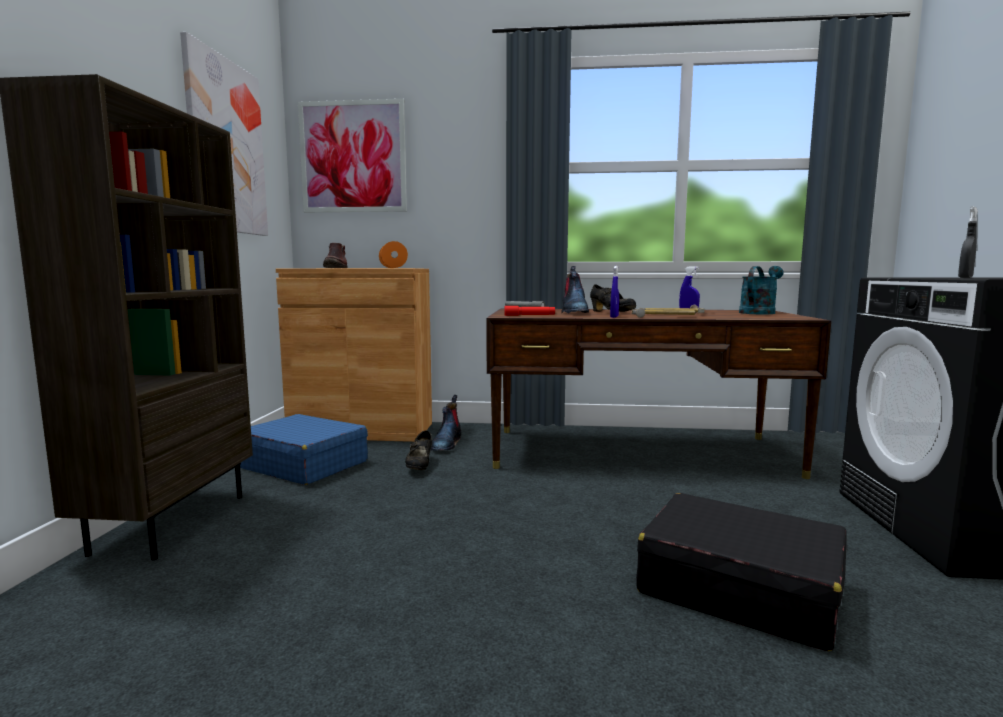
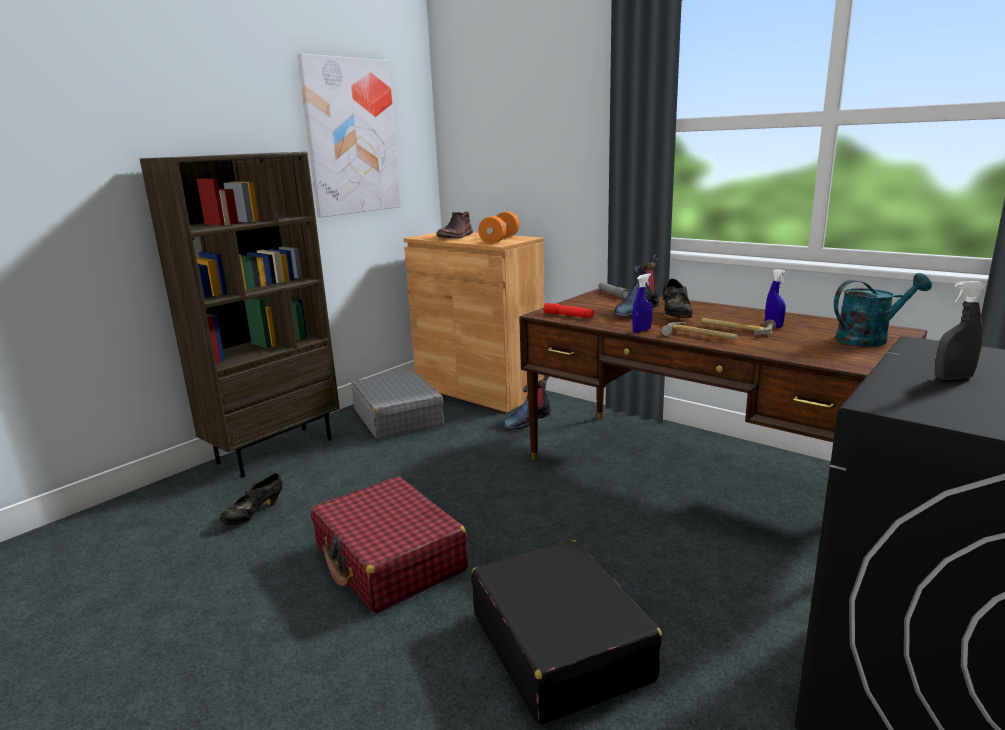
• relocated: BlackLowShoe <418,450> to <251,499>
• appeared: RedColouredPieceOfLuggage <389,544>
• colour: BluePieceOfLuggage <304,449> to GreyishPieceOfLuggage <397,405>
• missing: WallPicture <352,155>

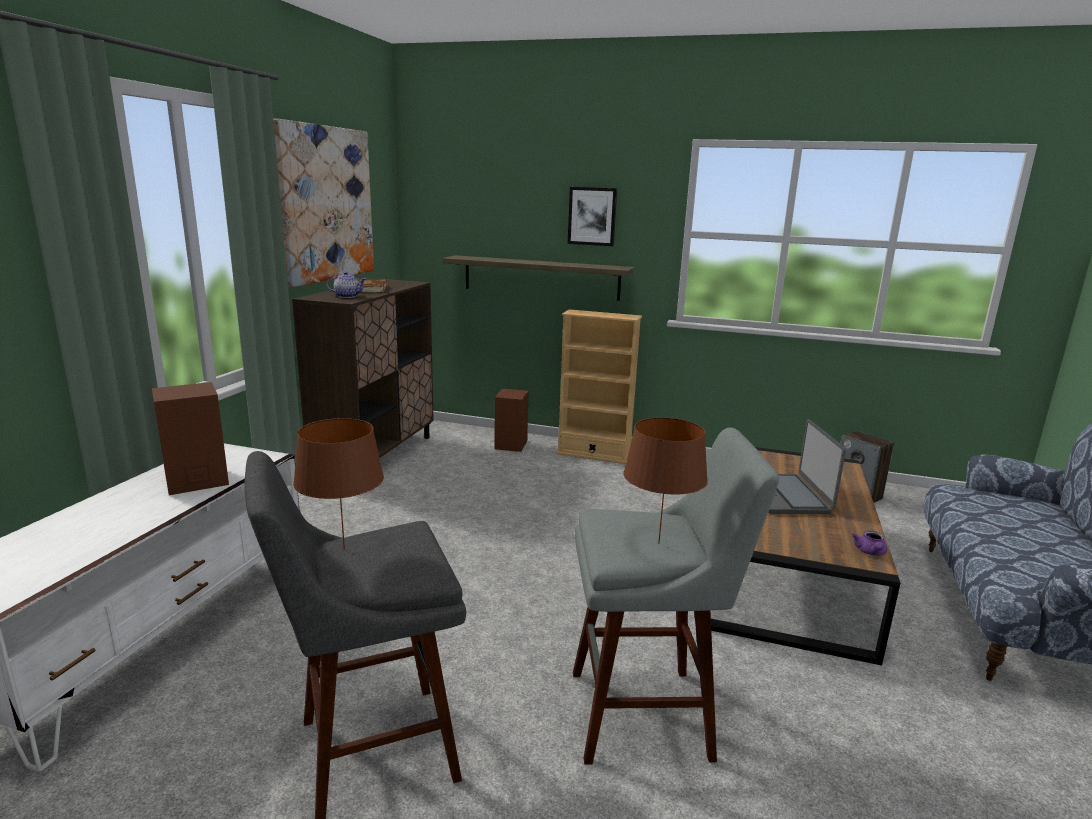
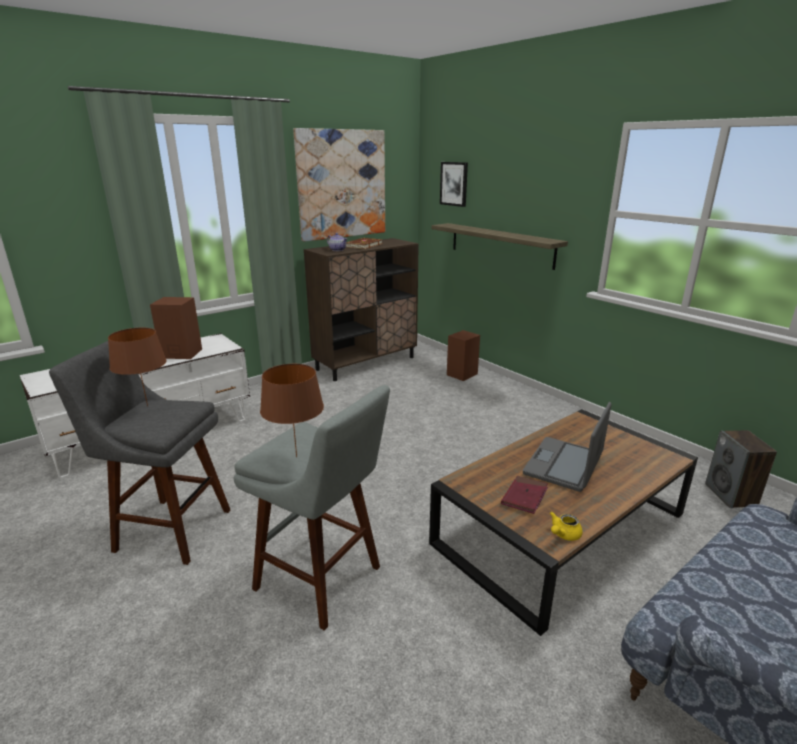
• relocated: WallPicture <592,216> to <454,184>
• appeared: RedColouredVolume <524,495>
• colour: PurplishTeapot <870,543> to YellowColouredTeapot <566,526>
• missing: SandColouredBookcase <599,386>

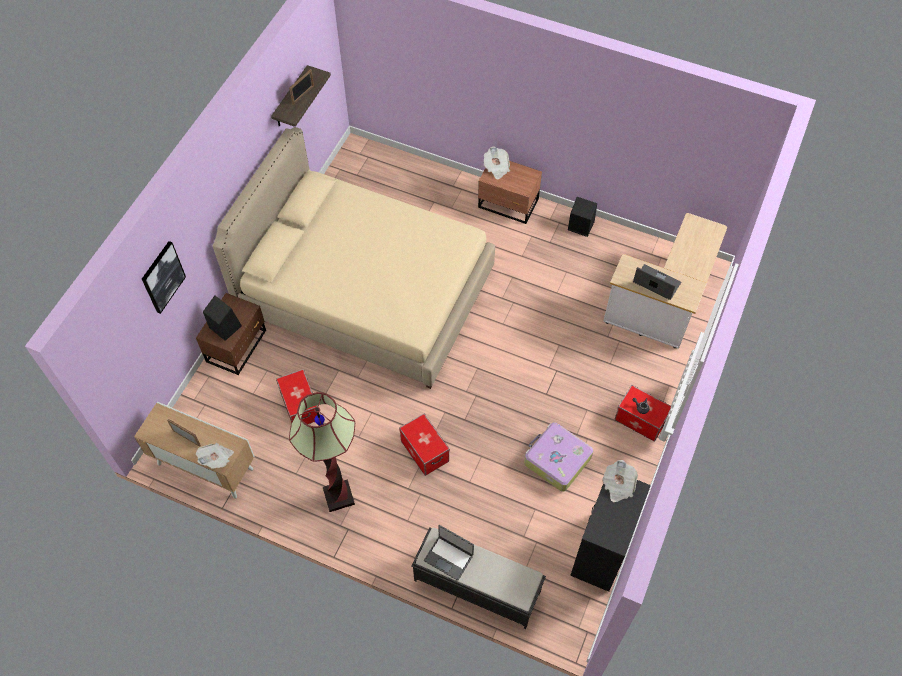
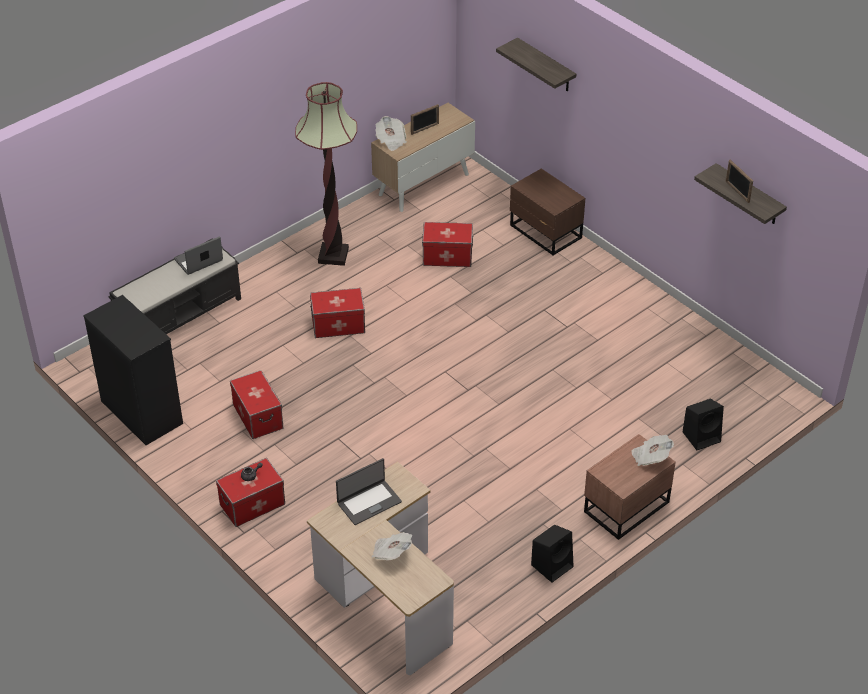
• exchanged: PieceOfLuggage <558,457> to StorageContainer <256,404>
• relocated: PrintedPaper <620,481> to <391,546>
• exchanged: WallPicture <164,277> to Shelf <536,64>
• relocated: BlackAudioSpeaker <222,318> to <703,424>
• missing: SandColouredSleepingBed <354,258>

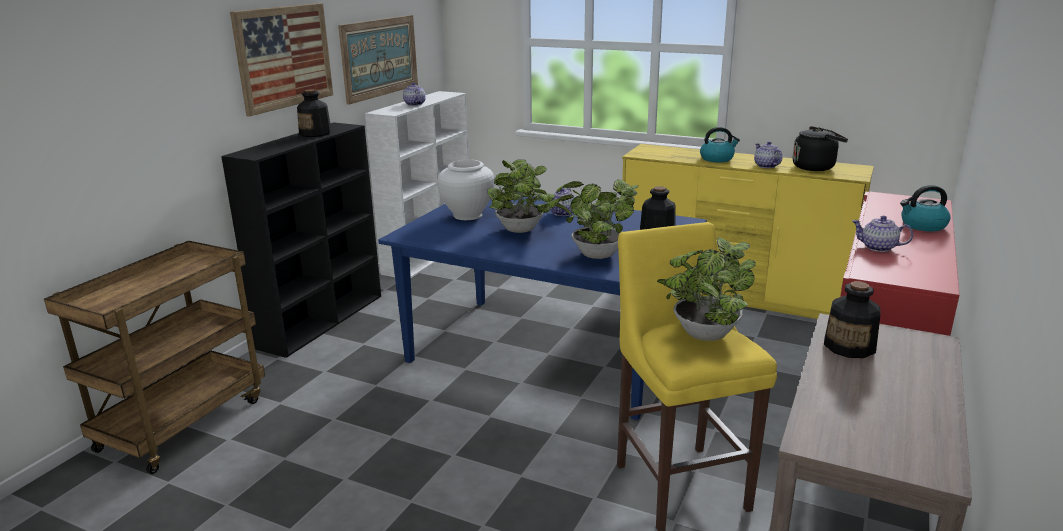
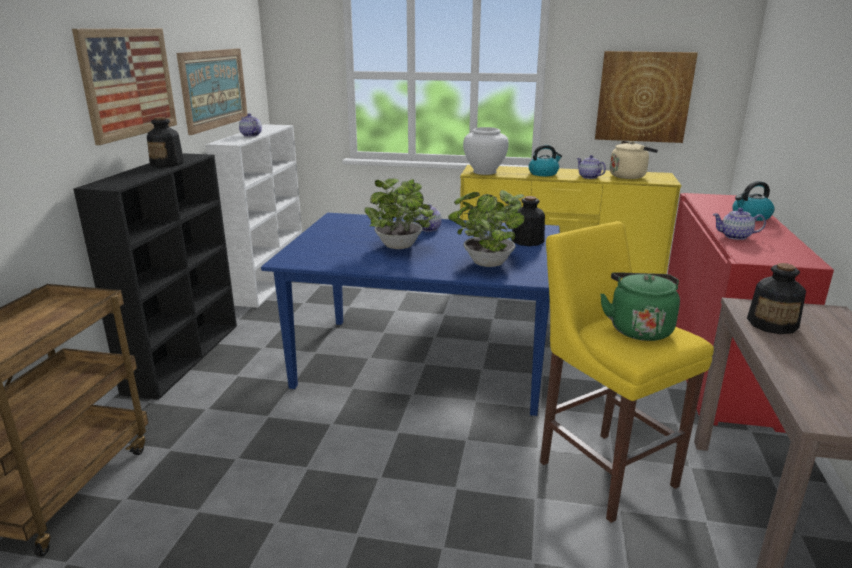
• relocated: WhiteFlowerVase <466,190> to <486,151>
• appeared: WallPicture <646,97>
• exchanged: PlantInAPot <706,289> to GreenWaterKettle <640,306>
• colour: BlackWaterKettle <820,148> to SandColouredWaterKettle <634,160>

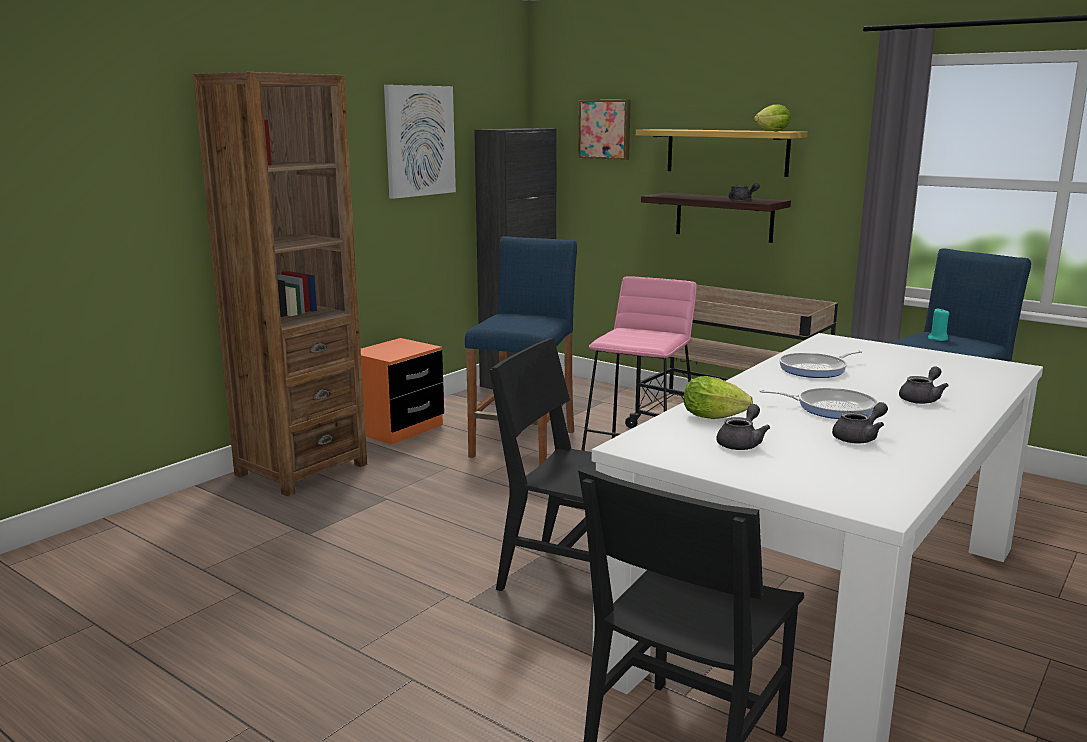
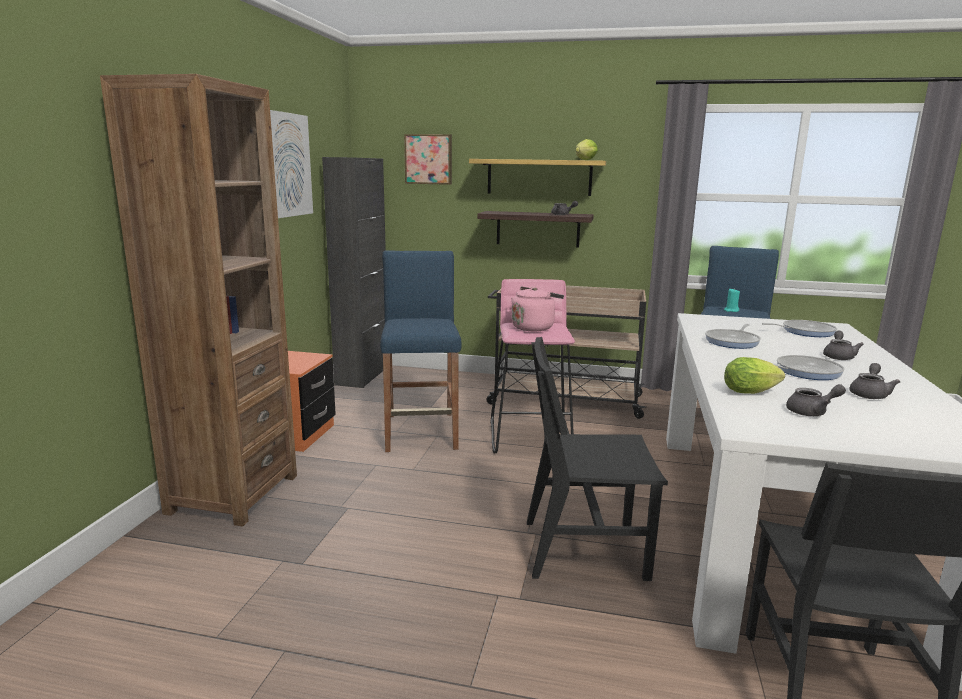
• appeared: PinkColouredWaterKettle <537,308>
• appeared: Pan <799,328>
• spun: GreyishTeapot <743,427> = <816,400> 75 degrees clockwise

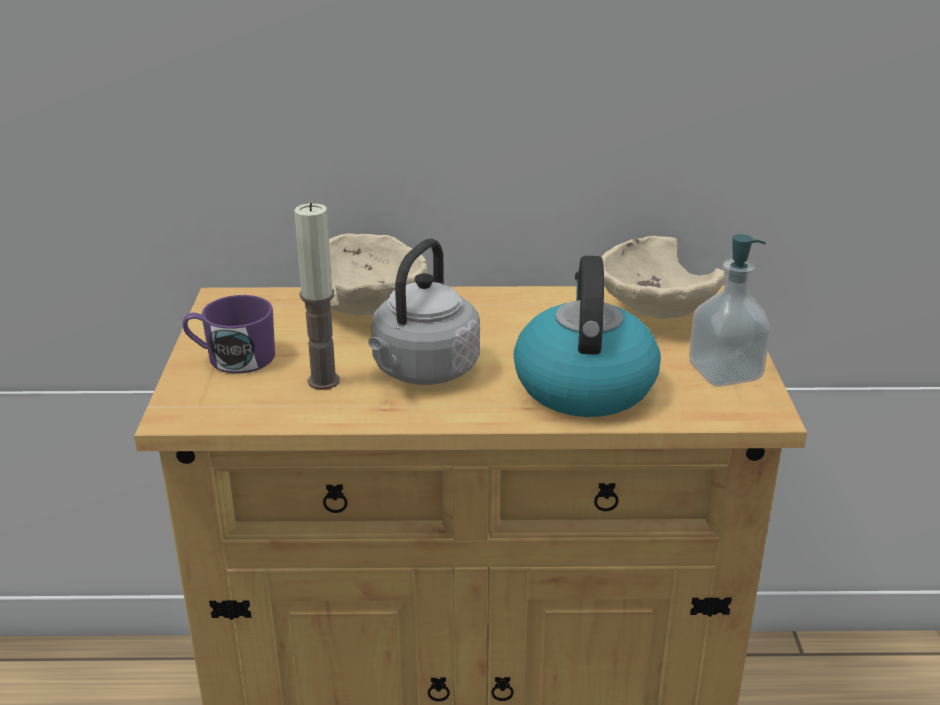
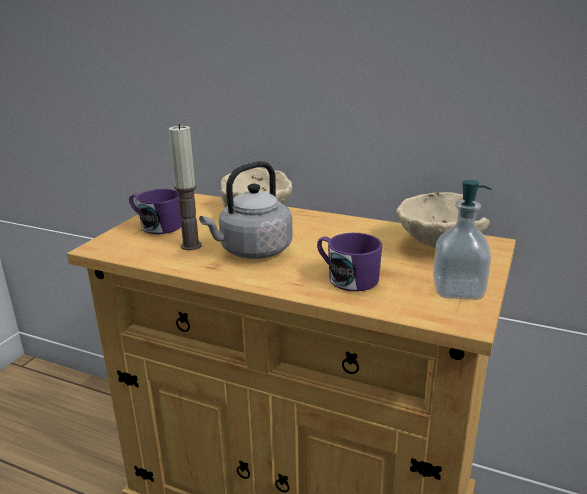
• exchanged: WaterKettle <587,336> to PurplishMug <349,262>

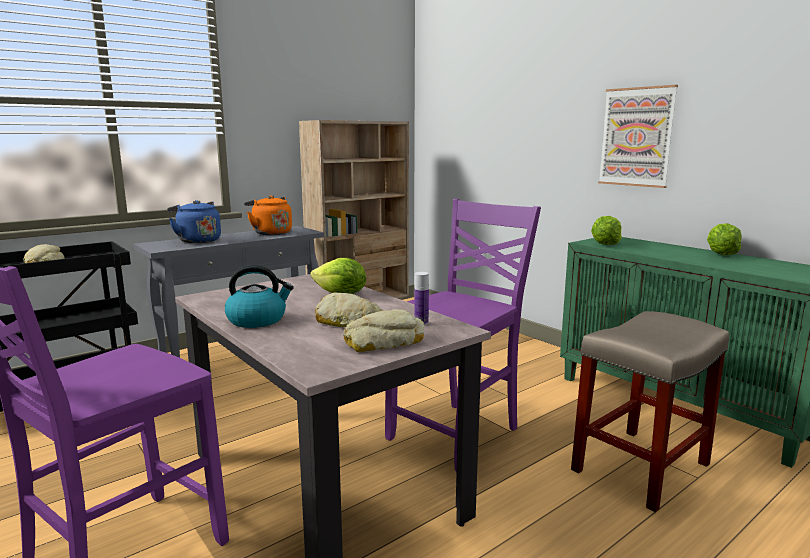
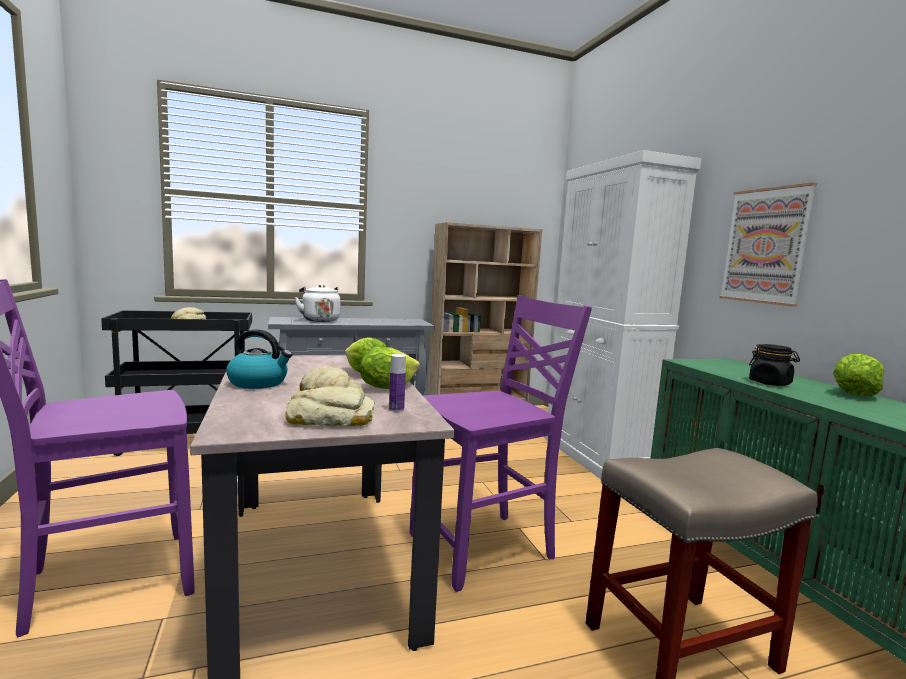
• colour: BlueWaterKettle <194,221> to WhiteWaterKettle <317,303>
• relocated: Lettuce <606,230> to <390,368>
• appeared: WhiteStorageCabinet <623,314>
• appeared: BlackJar <774,365>
• missing: OrangeyWaterKettle <268,215>

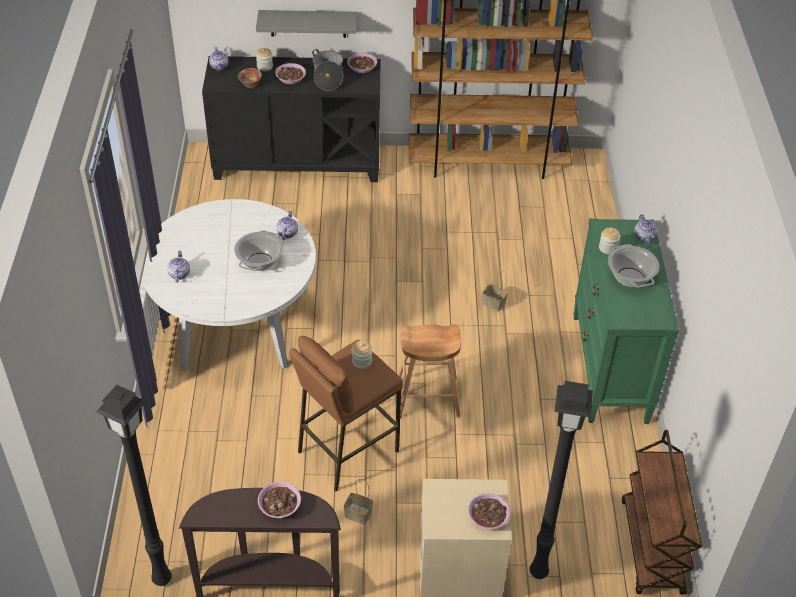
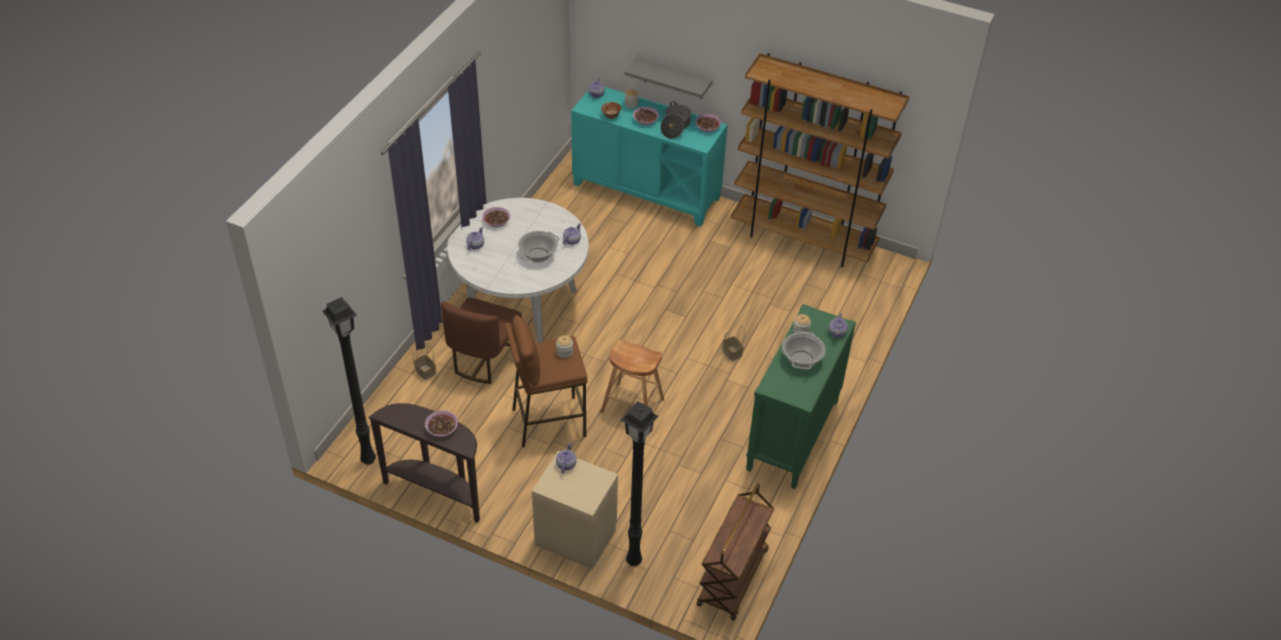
• relocated: HouseholdBasket <358,501> to <424,362>
• appeared: BrownUprightChair <481,340>
• relocated: ServingBowl <489,511> to <496,217>
• appeared: Teapot <566,458>
• colour: BlackStorageCabinet <291,119> to BlueGreenStorageCabinet <649,157>

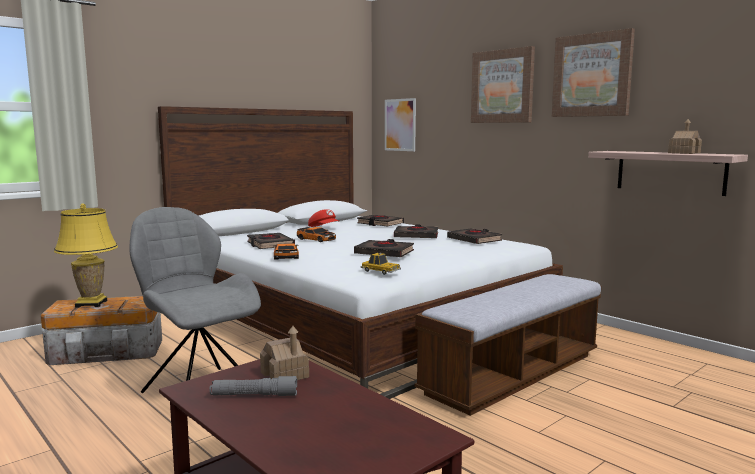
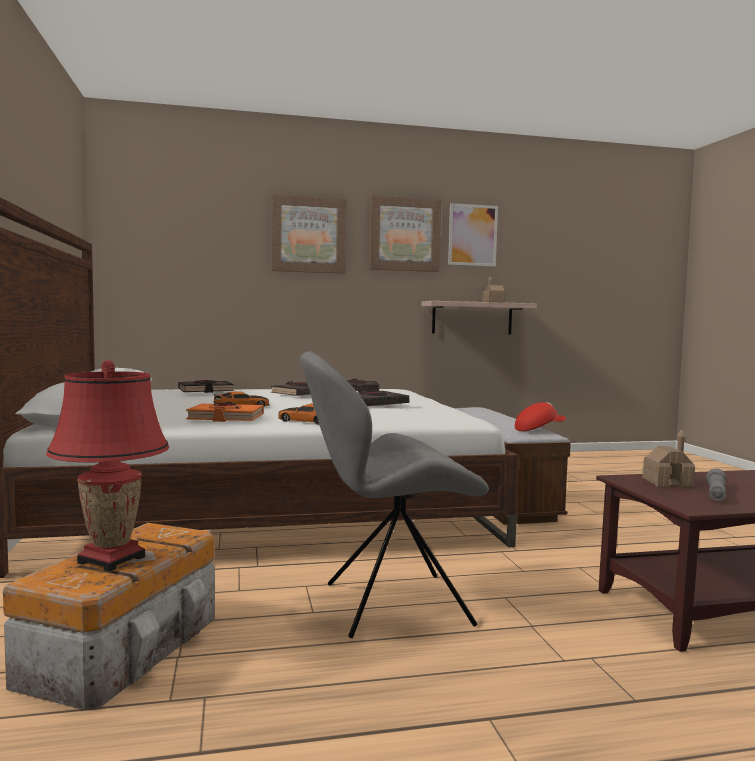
• colour: YellowColouredTableLamp <86,256> to RedColouredTableLamp <107,466>
• colour: BlackVolume <271,241> to OrangeyVolume <225,412>
• relocated: WallPicture <400,124> to <473,234>
• relocated: RedColouredPeakedCap <323,218> to <540,416>
• missing: MiniatureCar <381,264>

